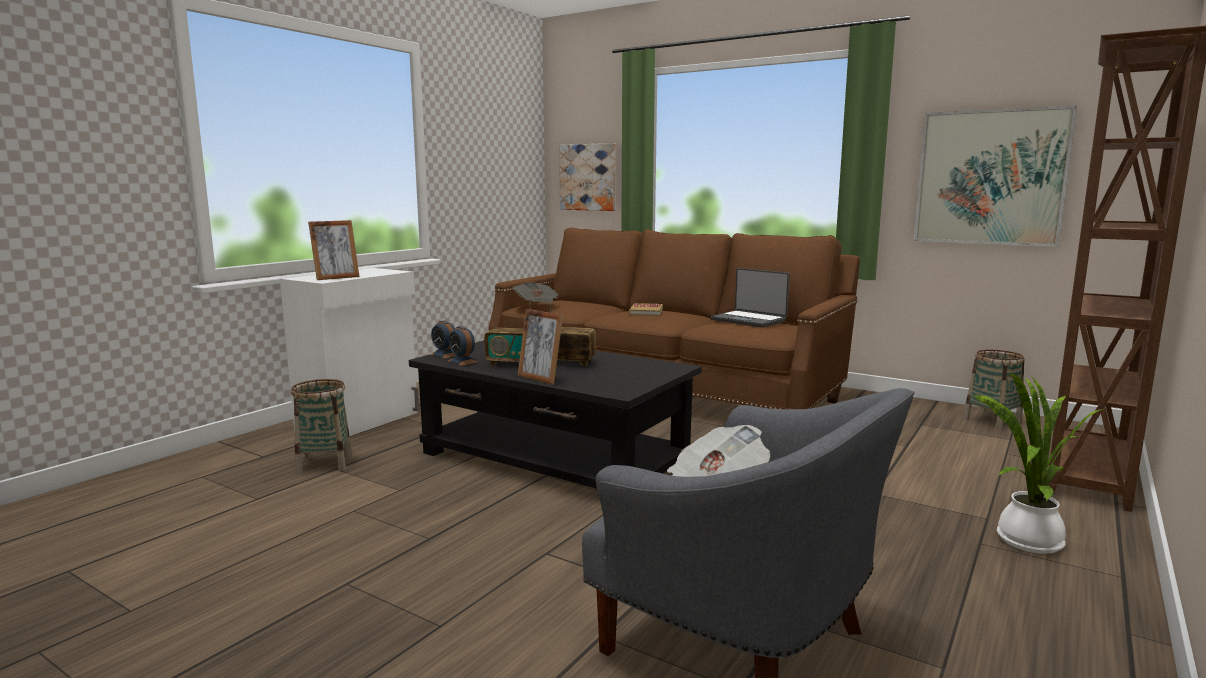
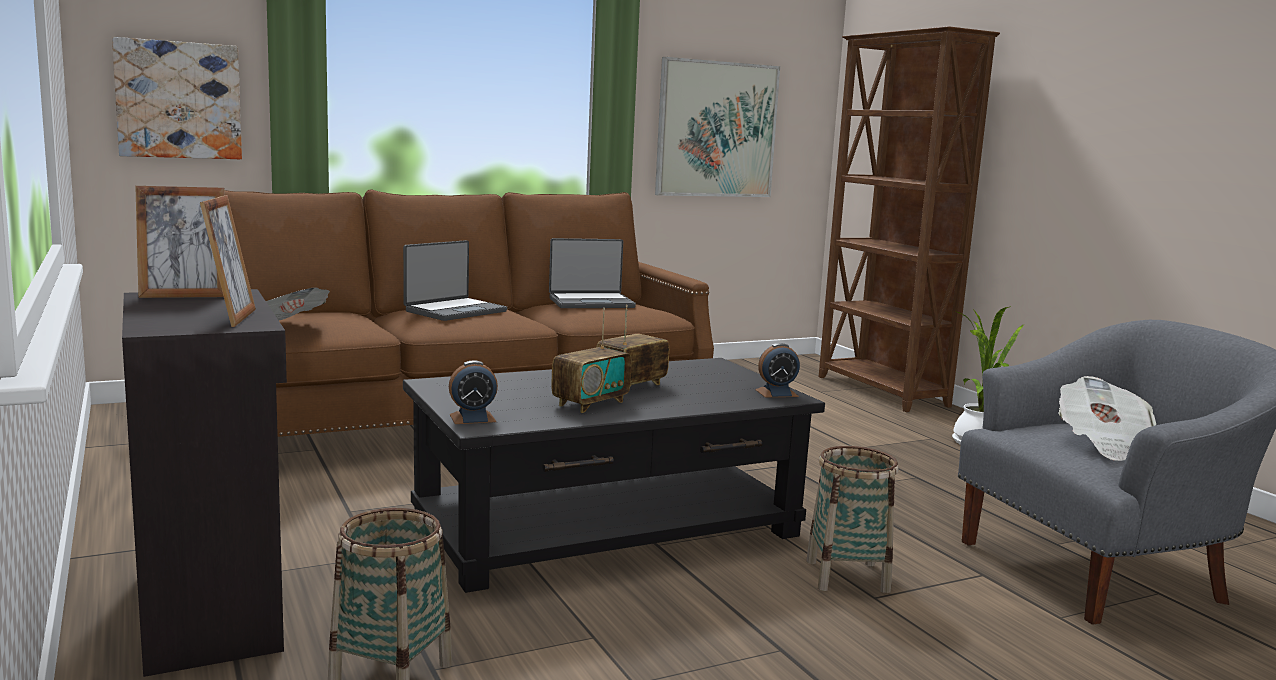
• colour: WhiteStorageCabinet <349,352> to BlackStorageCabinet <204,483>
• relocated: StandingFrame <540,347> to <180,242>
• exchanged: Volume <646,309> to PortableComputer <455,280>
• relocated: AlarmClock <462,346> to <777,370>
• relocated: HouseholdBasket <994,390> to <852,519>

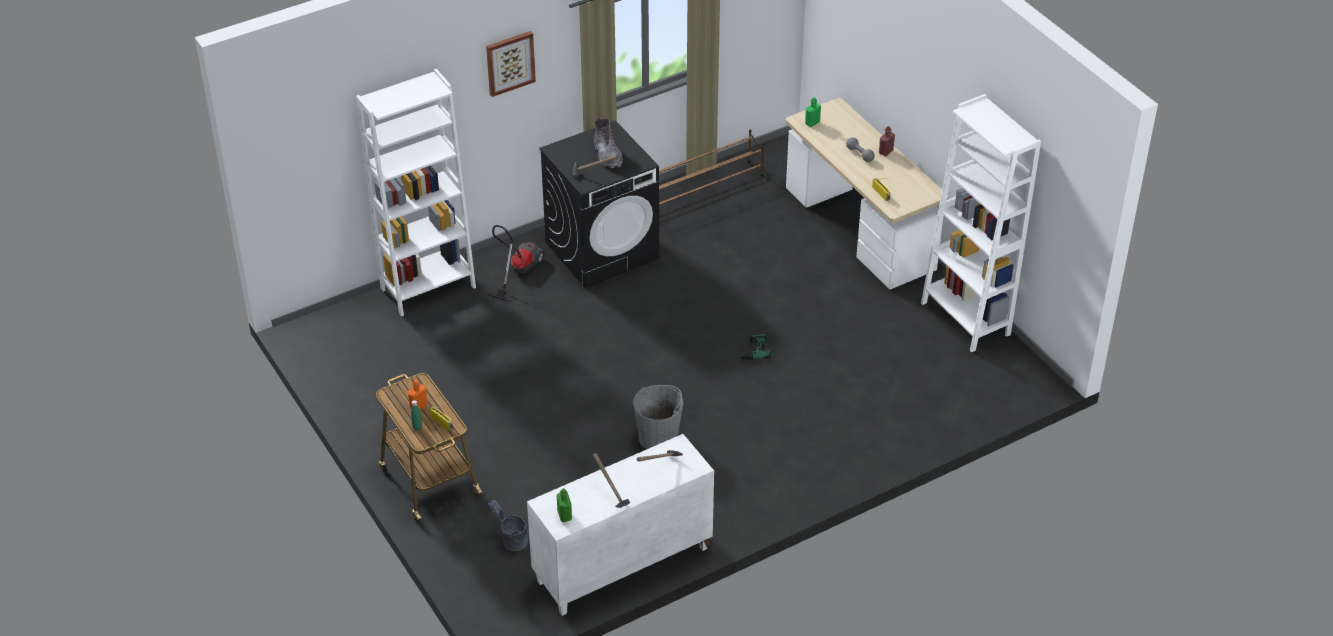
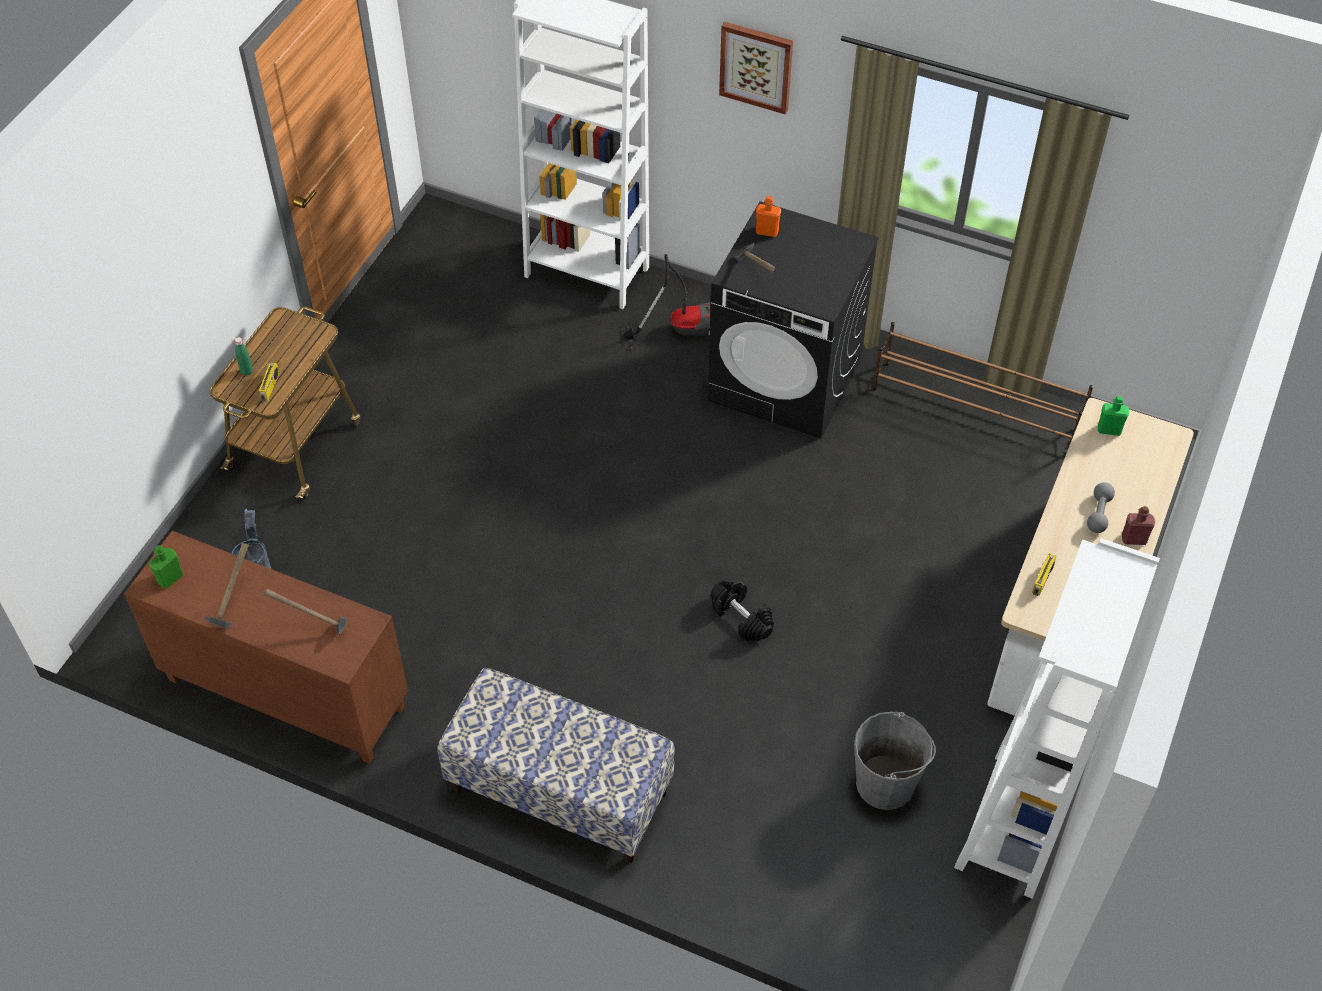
• colour: WhiteStorageCabinet <620,525> to BrownStorageCabinet <266,647>
• appeared: Bench <556,765>
• exchanged: PowerDrill <752,346> to BlackFreeWeight <742,610>
• relocated: OrangeyBottle <417,394> to <768,216>
• relocated: GreyishWaterBucket <658,417> to <895,761>
• missing: GreyishBoot <608,143>

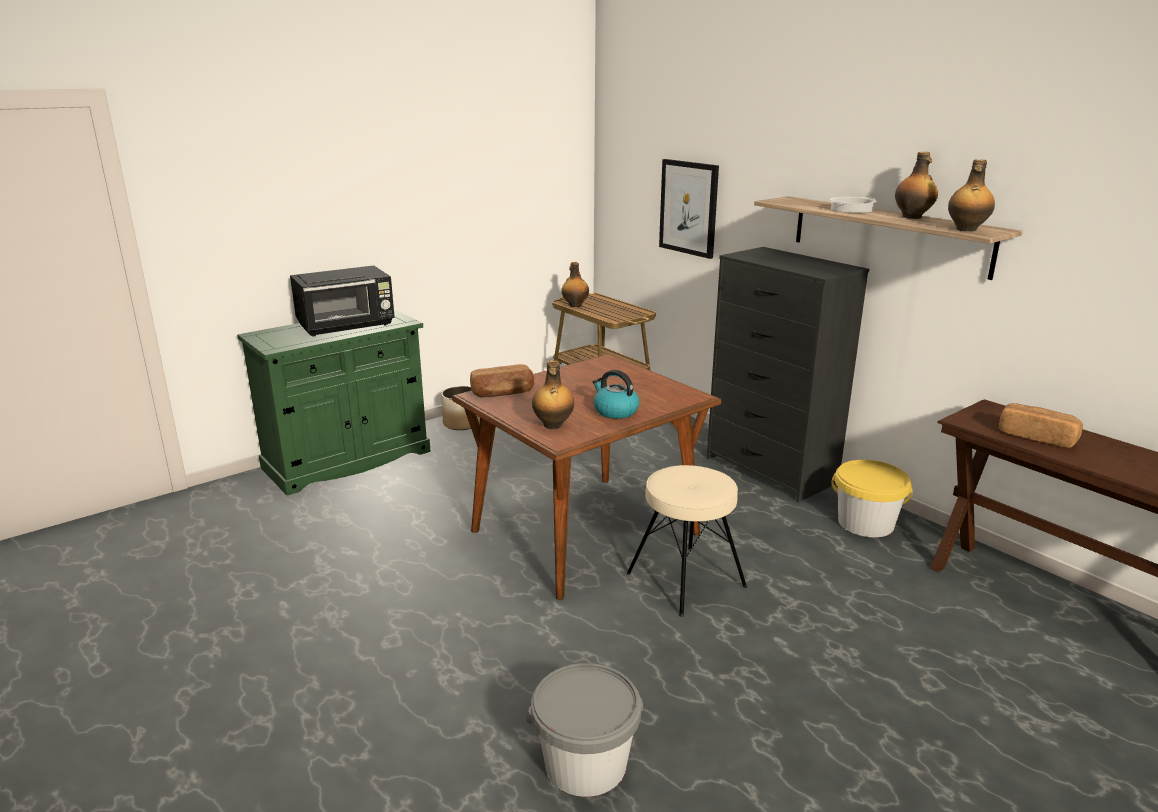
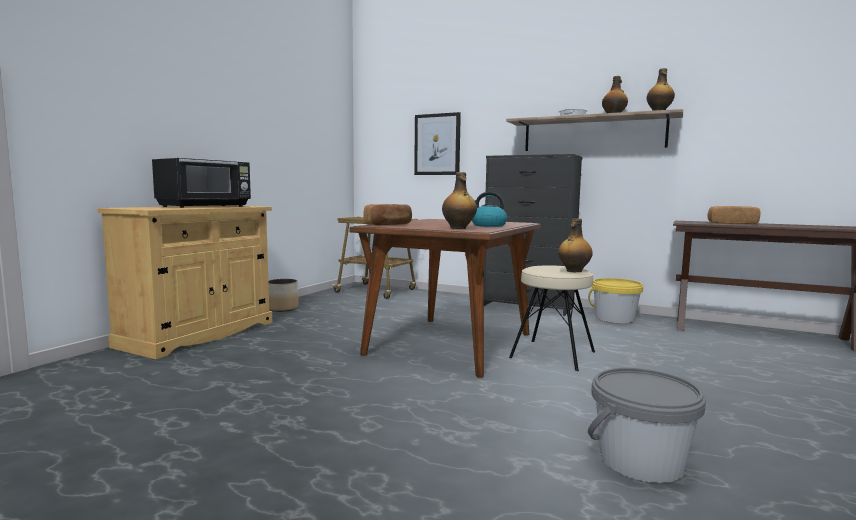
• colour: GreenStorageCabinet <334,402> to SandColouredStorageCabinet <185,282>
• relocated: Bottle <575,284> to <575,245>

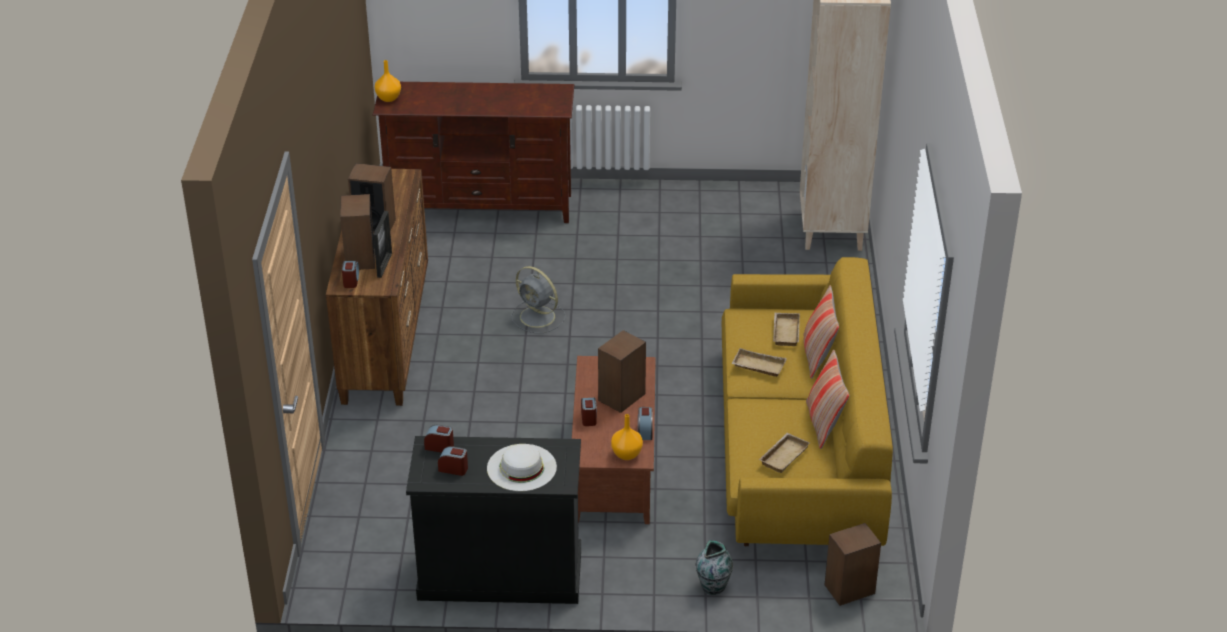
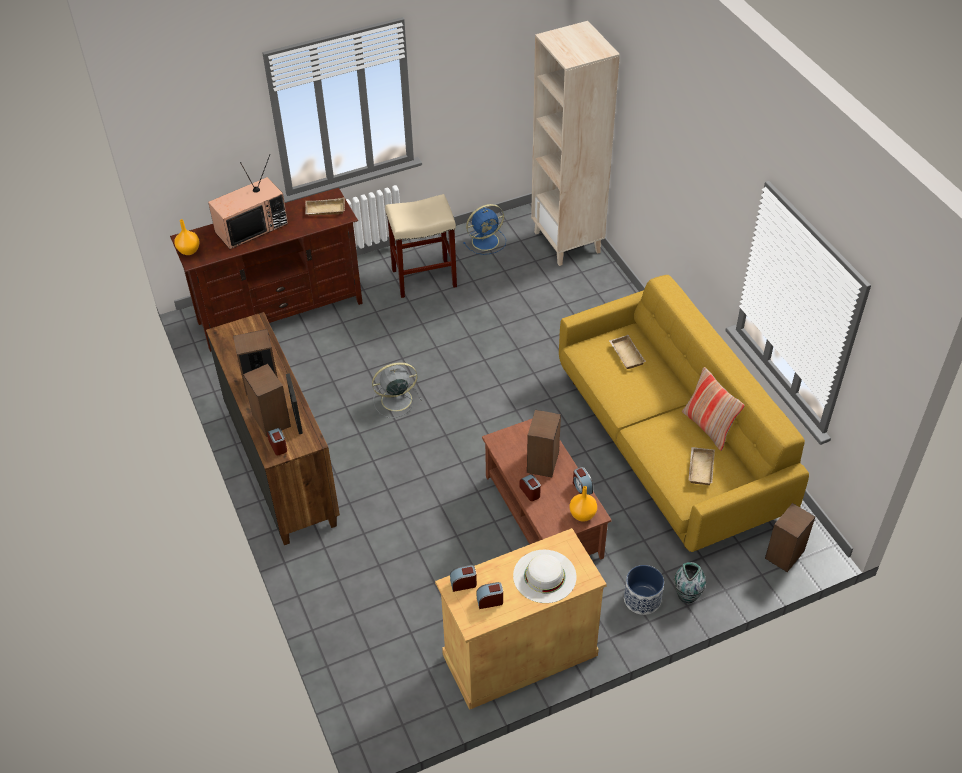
• appeared: TvSet <248,201>
• relocated: SandColouredCarryingTray <759,362> to <325,206>
• spun: GreyishElectricFan <538,299> = <397,390> 150 degrees clockwise
• appeared: SandColouredSittingStool <421,246>
• colour: BlackStorageCabinet <493,520> to SandColouredStorageCabinet <521,619>
• appeared: BlueElectricFan <484,229>
• appeared: Planter <644,590>
• missing: Cushion <821,332>

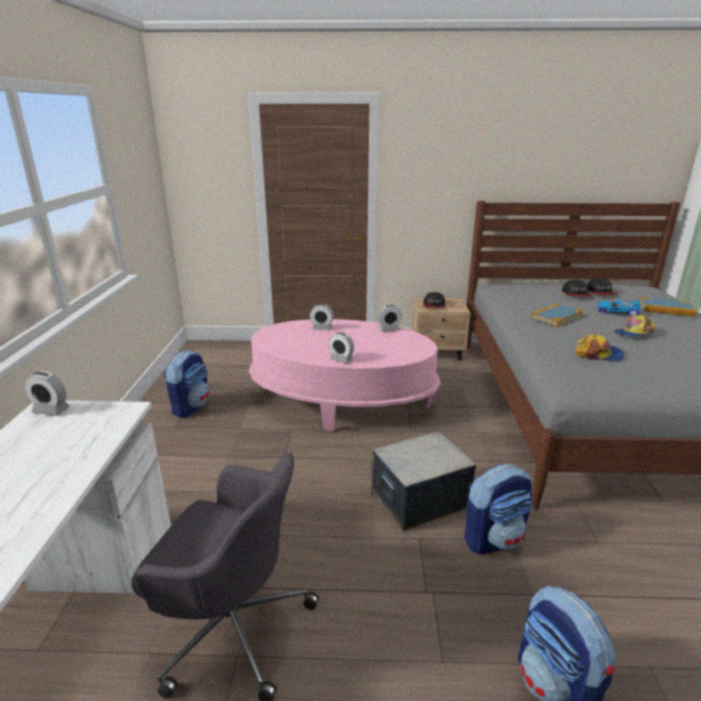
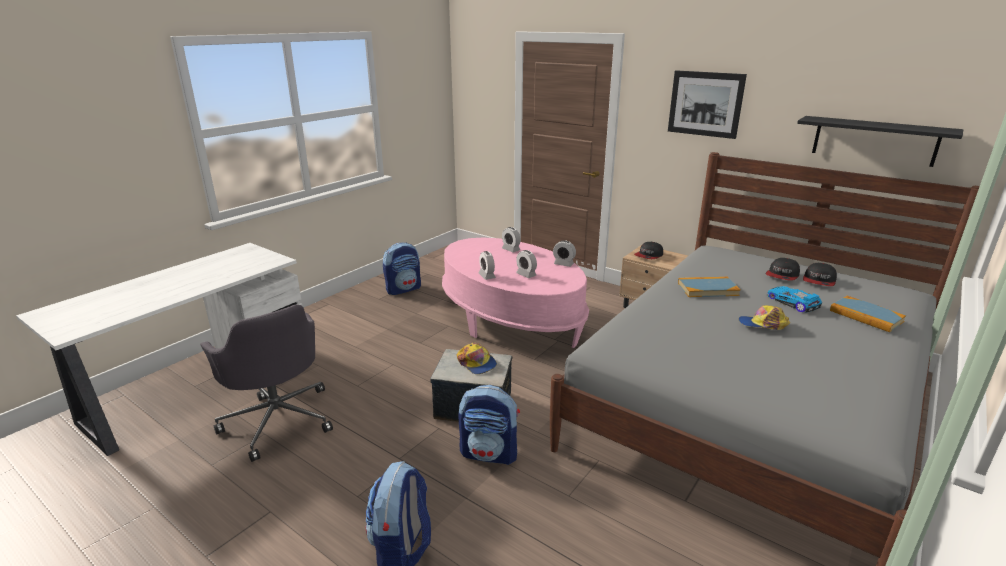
• relocated: PeakedCap <599,348> to <477,358>
• relocated: AlarmClock <47,393> to <526,264>
• appeared: WallPicture <707,104>
• appeared: BlackShelf <880,141>

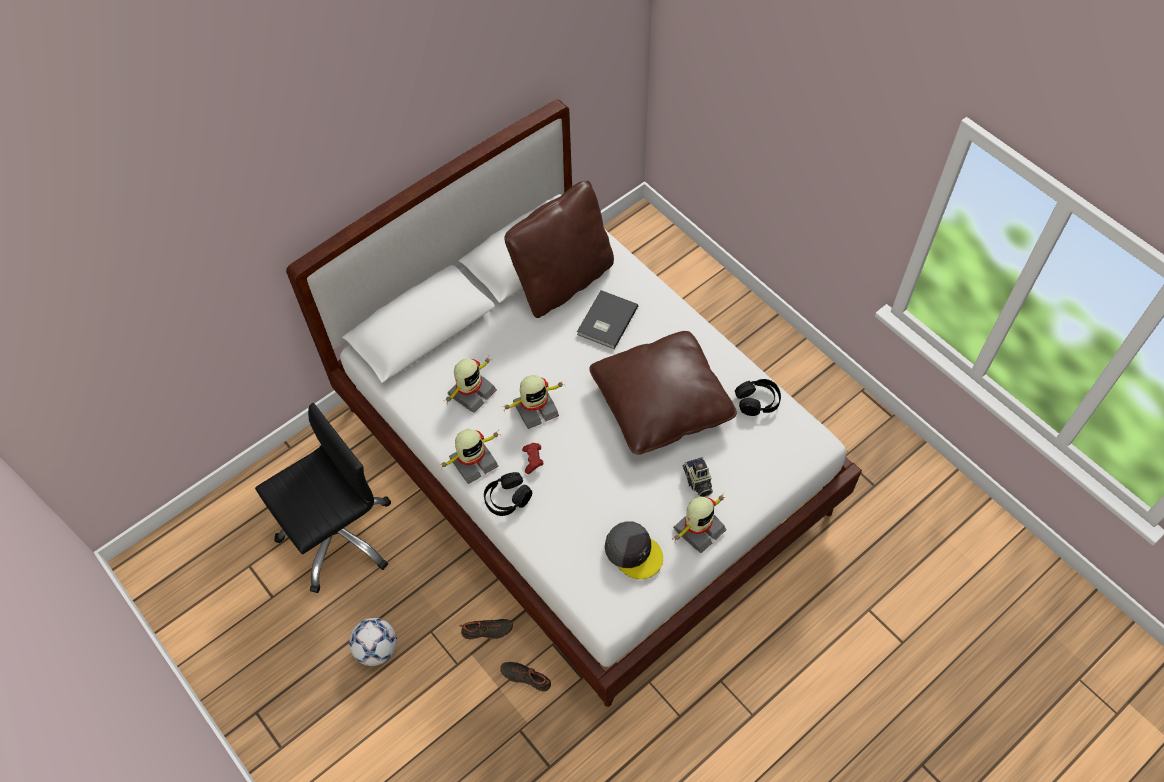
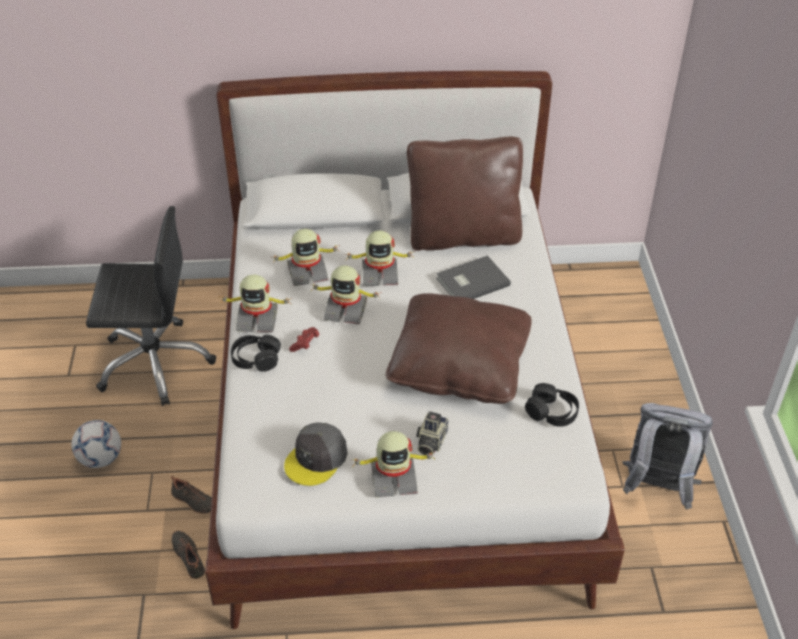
• spun: GreyishPeakedCap <634,550> = <315,454> 45 degrees clockwise
• appeared: RobotFigure <380,258>
• appeared: GreyishBackpack <667,456>

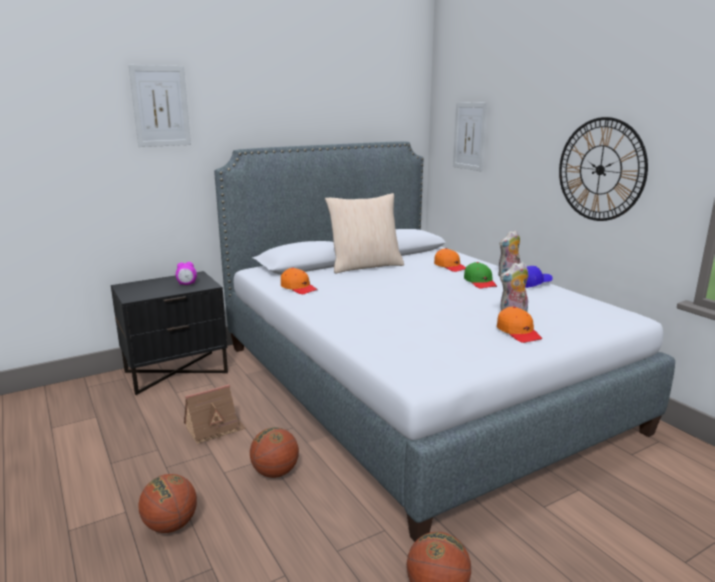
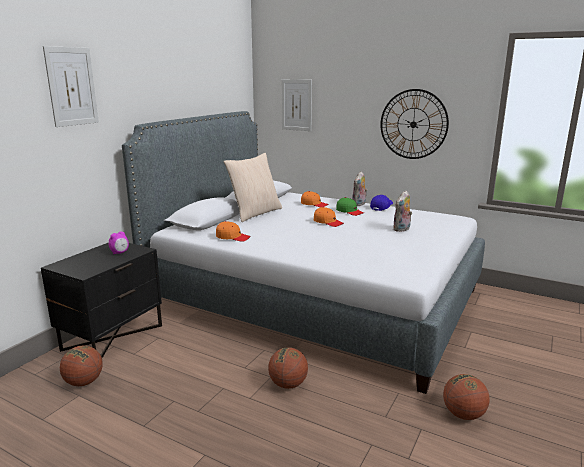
• relocated: Basketball <168,503> to <81,366>
• relocated: OrangeyPeakedCap <520,325> to <329,217>
• missing: ModelHouse <215,414>

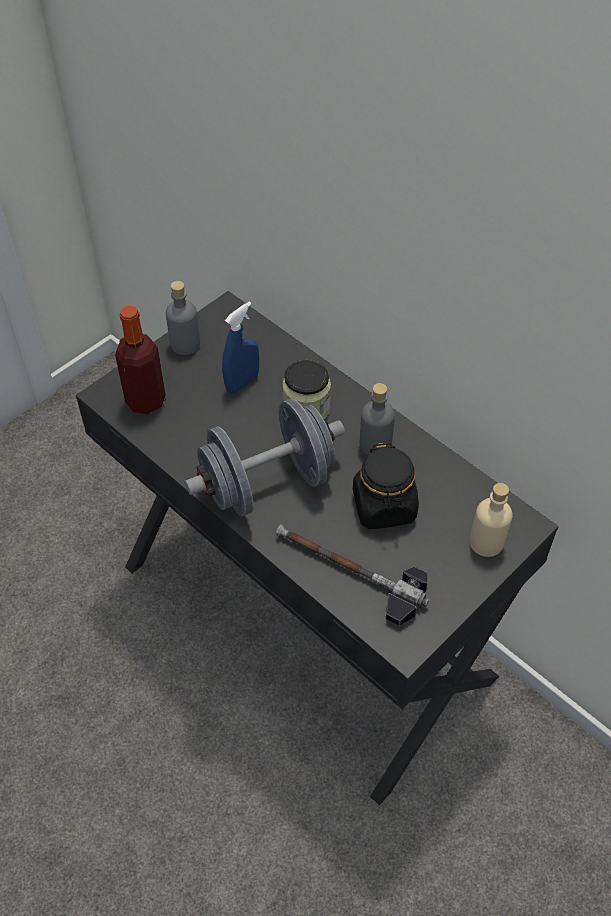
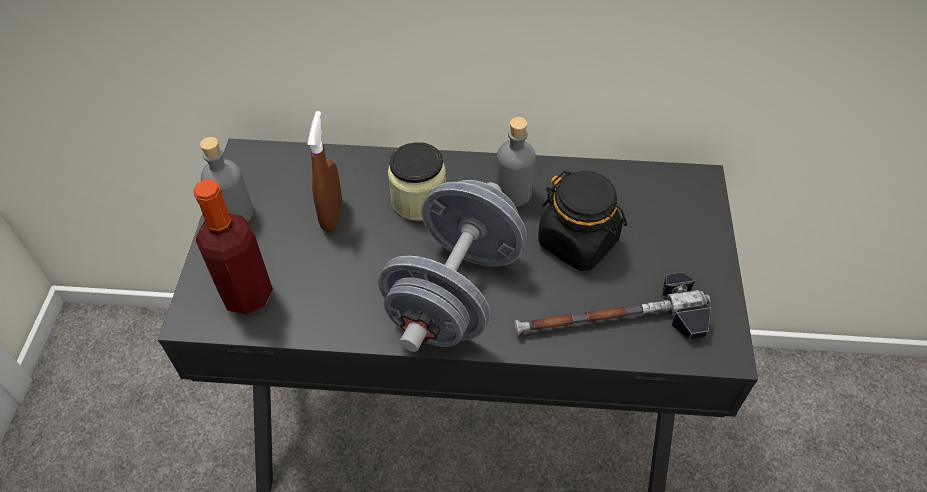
• colour: BlueHandSprayer <240,347> to BrownHandSprayer <324,171>
• missing: SandColouredBottle <491,520>

